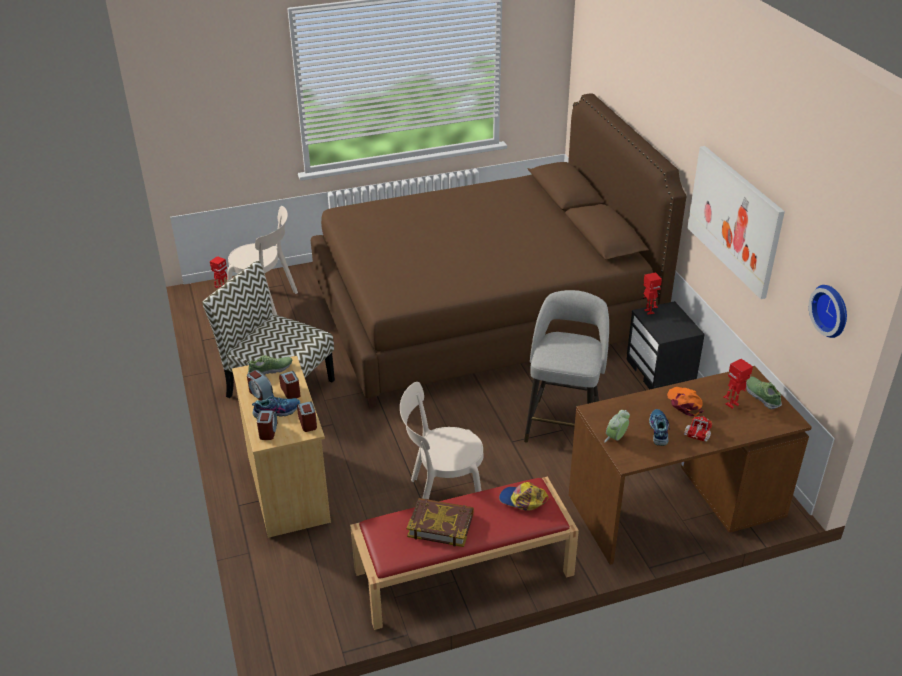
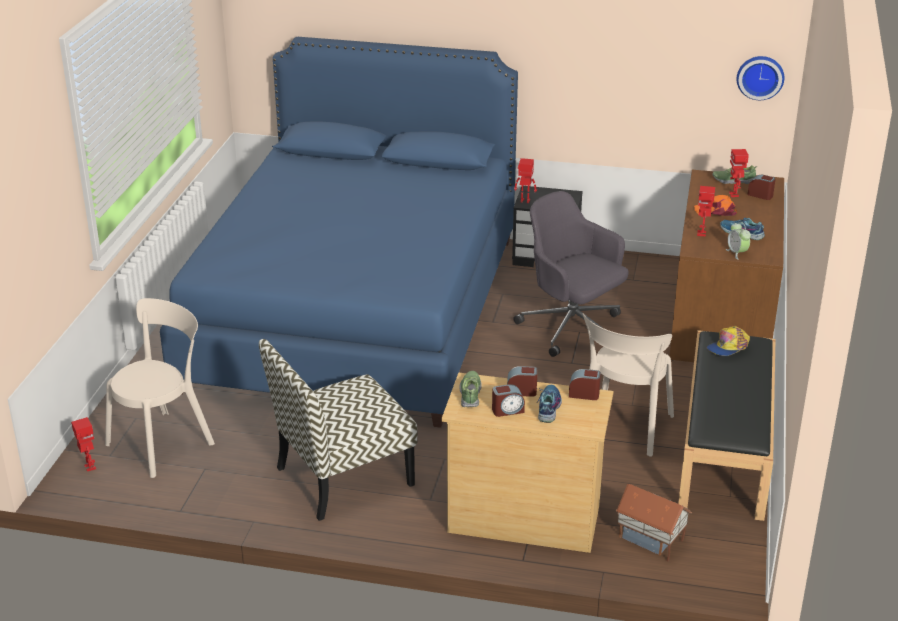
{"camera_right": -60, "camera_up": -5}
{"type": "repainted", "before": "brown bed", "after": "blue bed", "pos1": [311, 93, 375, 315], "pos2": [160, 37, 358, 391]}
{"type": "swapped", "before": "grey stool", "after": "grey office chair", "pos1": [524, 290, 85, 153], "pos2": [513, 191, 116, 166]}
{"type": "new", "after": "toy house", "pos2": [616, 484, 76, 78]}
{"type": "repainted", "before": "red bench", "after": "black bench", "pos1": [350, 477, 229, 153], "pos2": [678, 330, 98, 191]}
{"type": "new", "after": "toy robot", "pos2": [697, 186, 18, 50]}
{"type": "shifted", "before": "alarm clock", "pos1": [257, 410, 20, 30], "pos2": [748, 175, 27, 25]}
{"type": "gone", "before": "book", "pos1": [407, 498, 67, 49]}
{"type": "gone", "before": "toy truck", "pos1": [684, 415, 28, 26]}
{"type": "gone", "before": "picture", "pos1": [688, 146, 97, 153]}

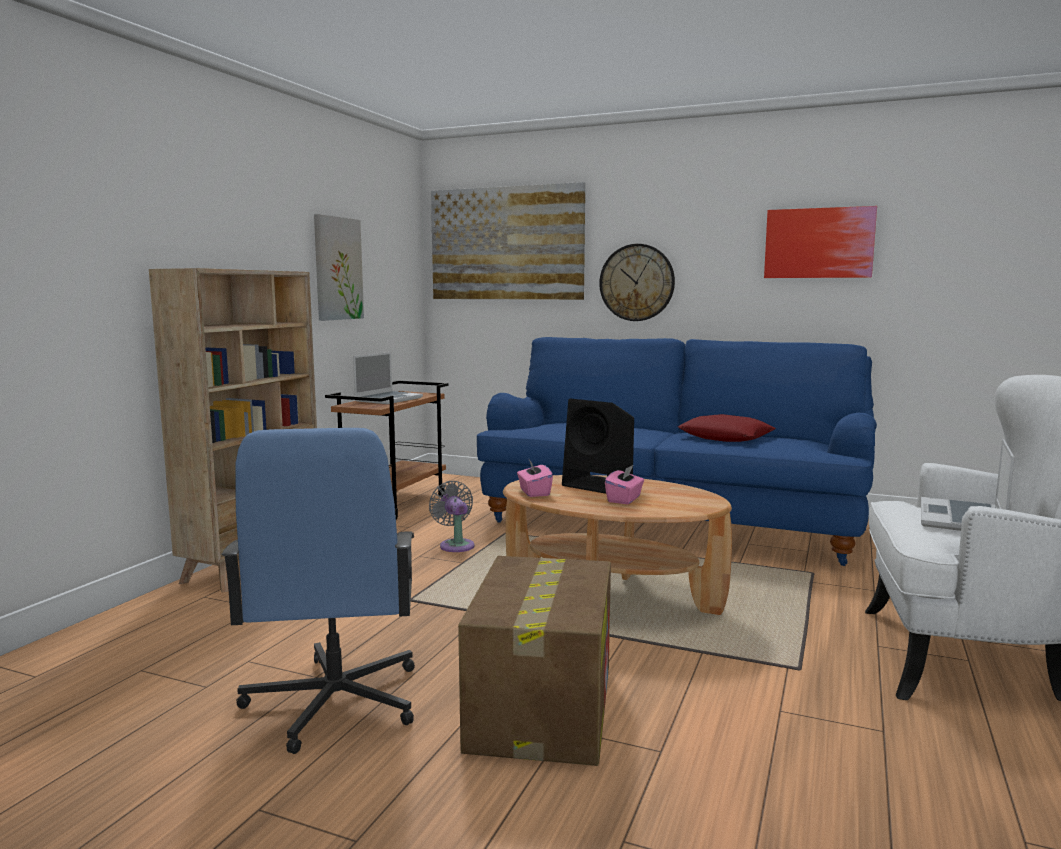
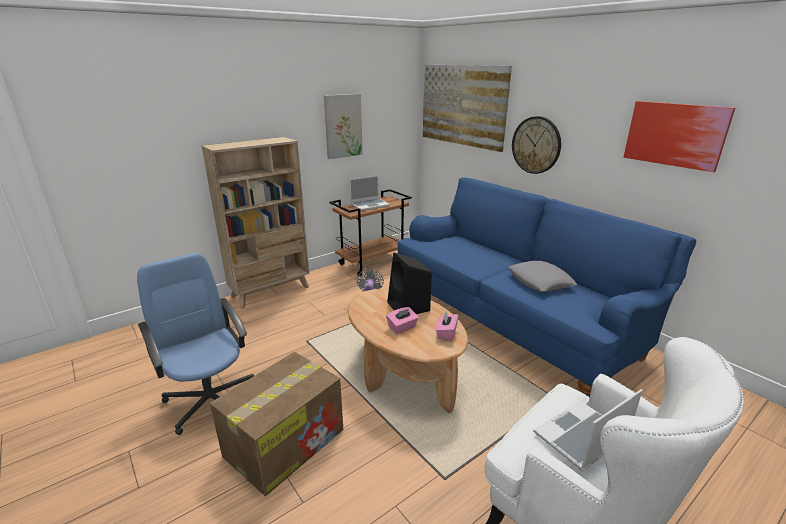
{"camera_right": 30, "camera_up": 15}
{"type": "rotated", "before": "blue office chair", "pos1": [221, 428, 194, 326], "pos2": [137, 253, 117, 182], "turn": 120}
{"type": "shifted", "before": "pink tissue box", "pos1": [517, 460, 36, 37], "pos2": [436, 312, 22, 29]}
{"type": "repainted", "before": "red pillow", "after": "grey pillow", "pos1": [678, 414, 98, 28], "pos2": [508, 261, 69, 31]}

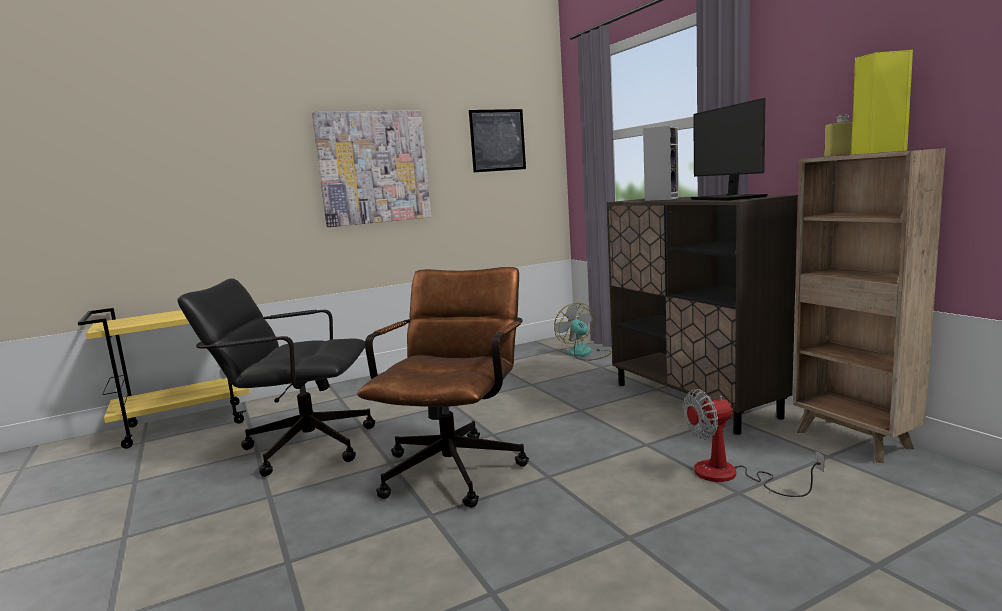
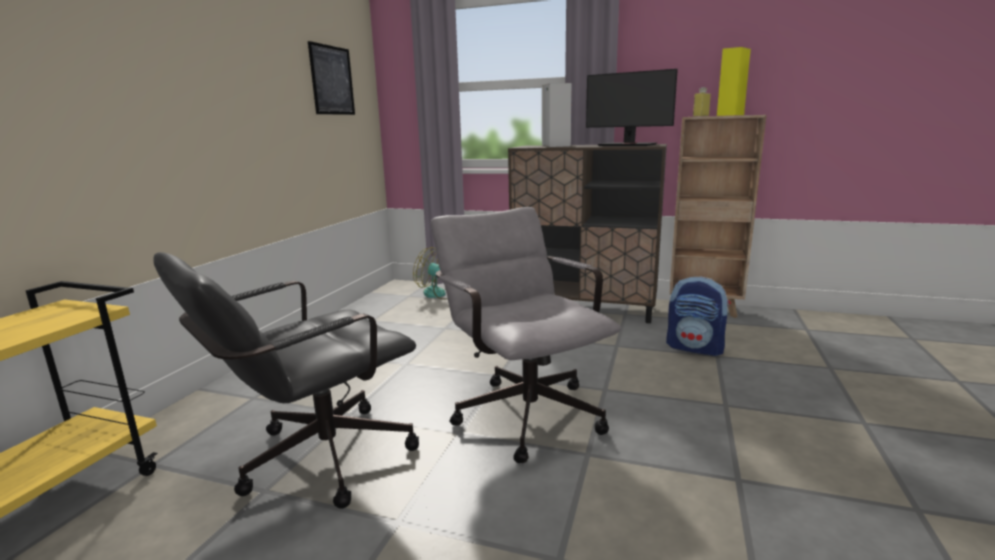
{"camera_right": -45, "camera_up": 5}
{"type": "repainted", "before": "brown office chair", "after": "grey office chair", "pos1": [357, 267, 172, 241], "pos2": [431, 207, 190, 256]}
{"type": "swapped", "before": "fan", "after": "backpack", "pos1": [683, 389, 142, 108], "pos2": [666, 277, 65, 79]}
{"type": "gone", "before": "picture", "pos1": [312, 110, 119, 117]}

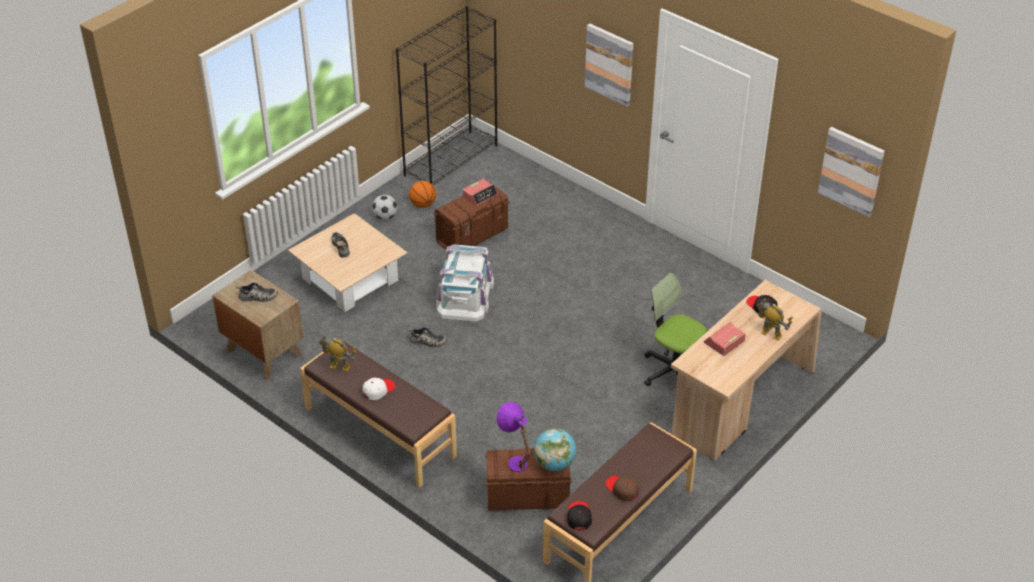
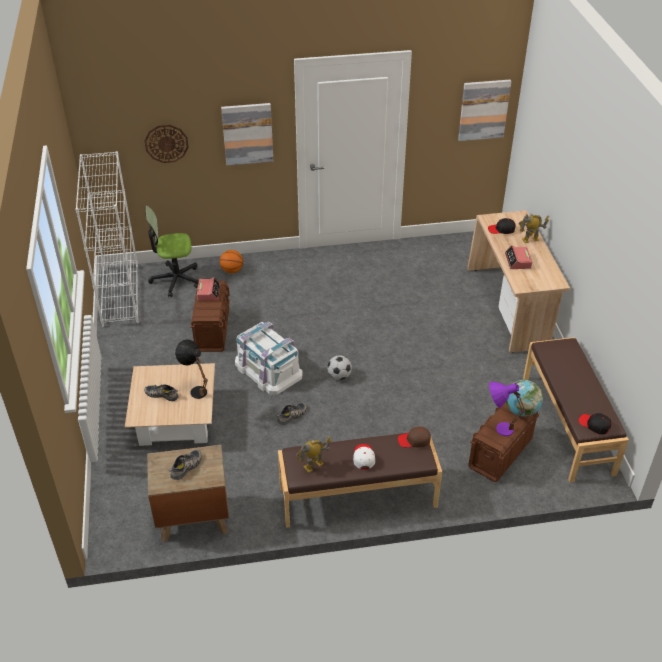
{"camera_right": -50, "camera_up": 0}
{"type": "repainted", "before": "black bookcase", "after": "white bookcase", "pos1": [396, 6, 102, 179], "pos2": [75, 151, 64, 176]}
{"type": "new", "after": "wall clock", "pos2": [145, 125, 44, 38]}
{"type": "shifted", "before": "office chair", "pos1": [644, 273, 63, 113], "pos2": [145, 206, 54, 91]}
{"type": "new", "after": "black table lamp", "pos2": [175, 339, 33, 60]}
{"type": "shifted", "before": "basketball", "pos1": [409, 181, 27, 27], "pos2": [220, 250, 23, 23]}
{"type": "shifted", "before": "football", "pos1": [372, 195, 25, 25], "pos2": [327, 355, 25, 25]}
{"type": "shifted", "before": "brown cap", "pos1": [605, 476, 34, 25], "pos2": [398, 426, 33, 21]}

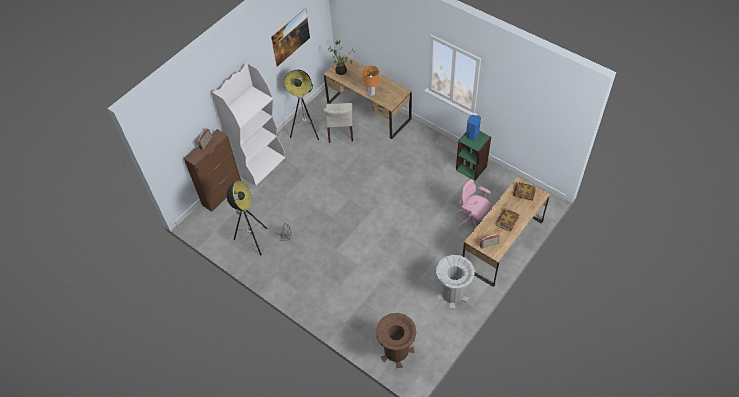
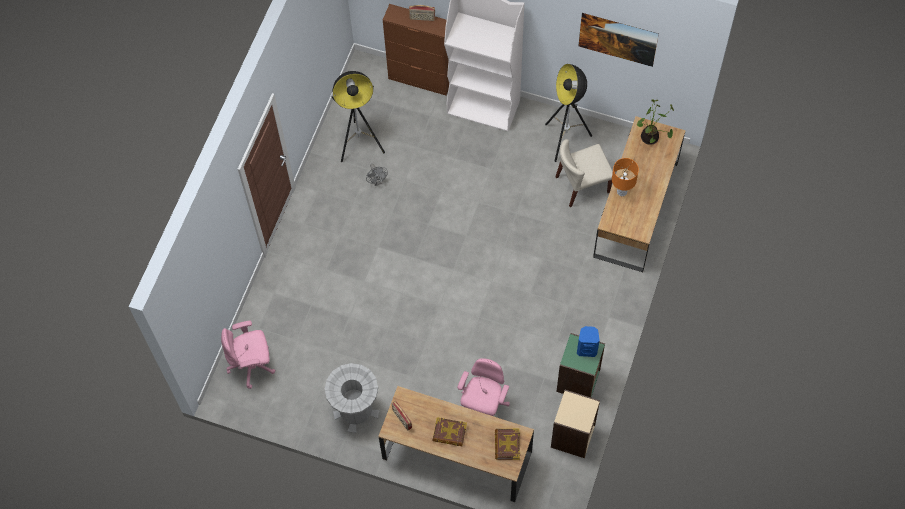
{"camera_right": 70, "camera_up": 10}
{"type": "swapped", "before": "brown trash can", "after": "pink office chair", "pos1": [376, 313, 40, 55], "pos2": [221, 321, 54, 68]}
{"type": "new", "after": "beige bookcase", "pos2": [551, 390, 49, 68]}

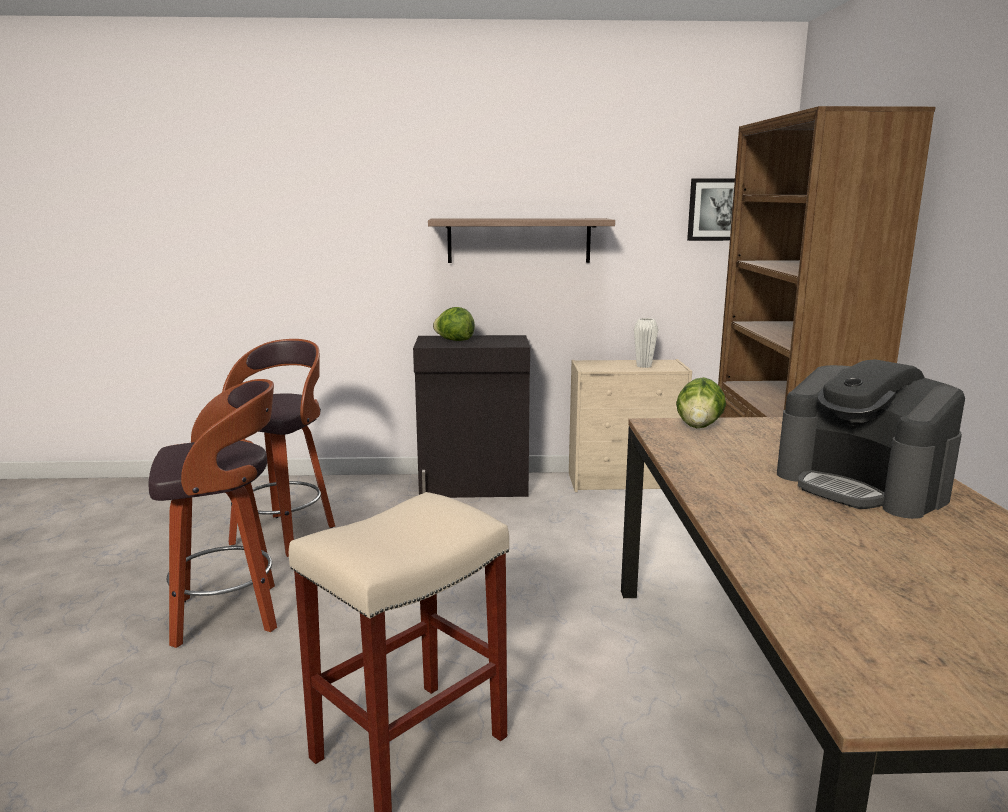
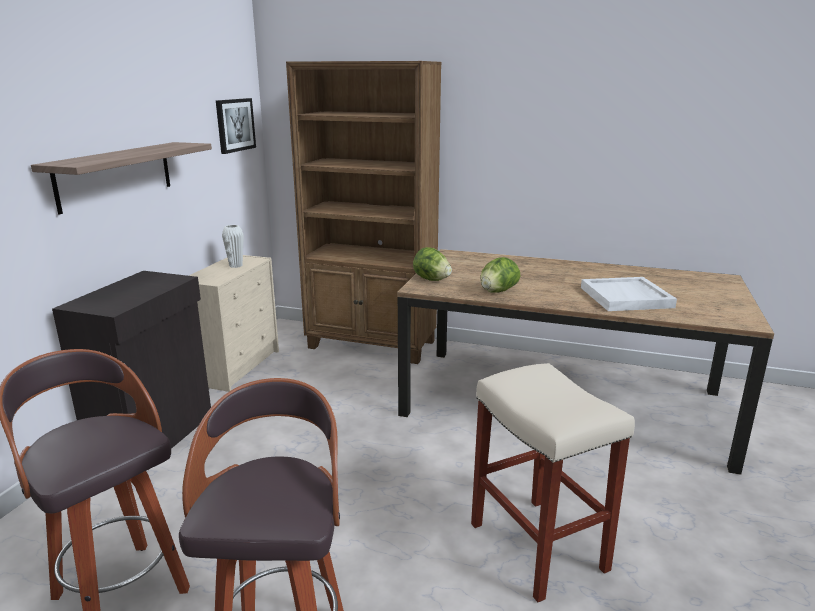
{"camera_right": -70, "camera_up": 5}
{"type": "shifted", "before": "lettuce", "pos1": [433, 307, 42, 34], "pos2": [480, 257, 40, 36]}
{"type": "new", "after": "white tray", "pos2": [581, 277, 96, 34]}
{"type": "gone", "before": "coffee machine", "pos1": [777, 359, 188, 160]}

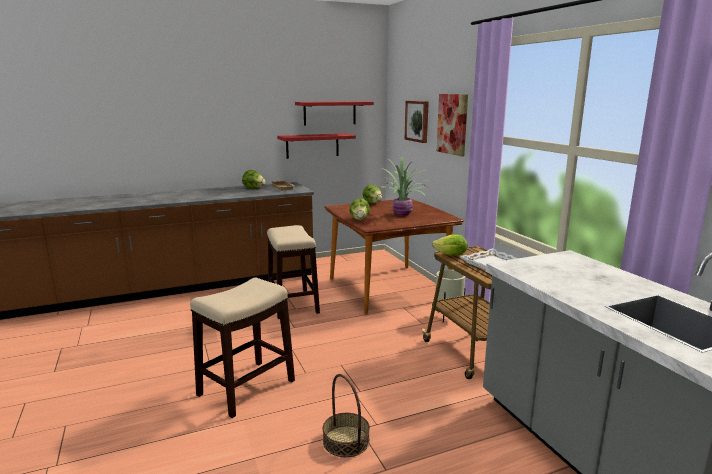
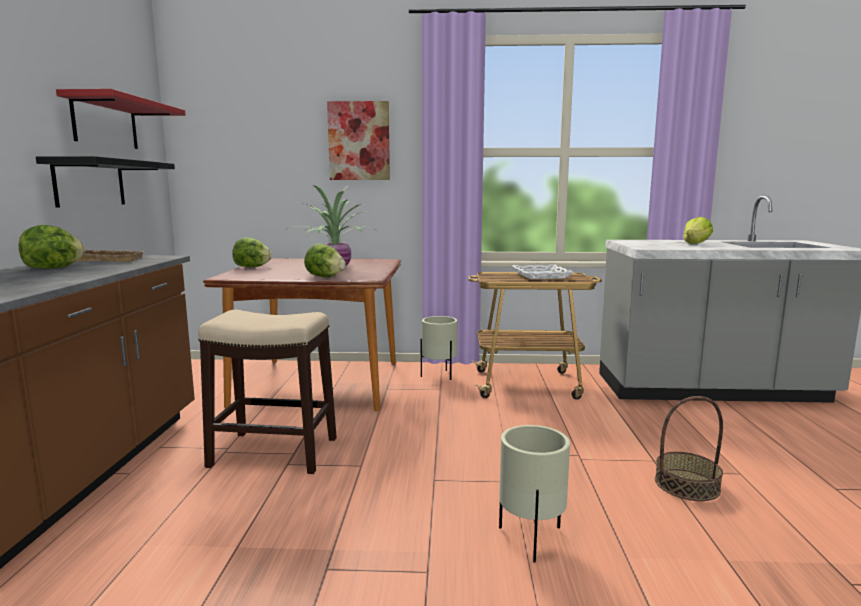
{"camera_right": -65, "camera_up": -5}
{"type": "repainted", "before": "red shelf", "after": "black shelf", "pos1": [277, 133, 79, 26], "pos2": [36, 156, 139, 52]}
{"type": "swapped", "before": "stool", "after": "beige planter", "pos1": [190, 278, 105, 140], "pos2": [499, 425, 71, 137]}
{"type": "shifted", "before": "lettuce", "pos1": [432, 234, 35, 21], "pos2": [683, 217, 30, 27]}
{"type": "gone", "before": "picture", "pos1": [405, 101, 24, 42]}

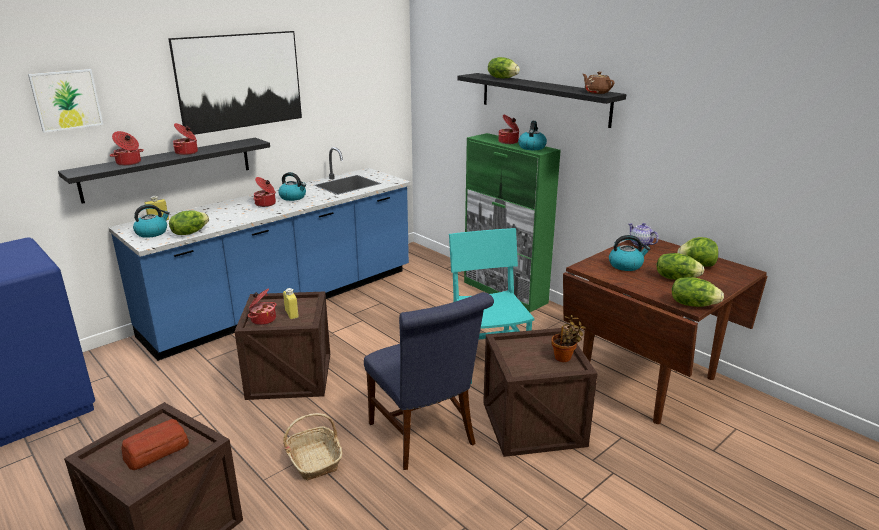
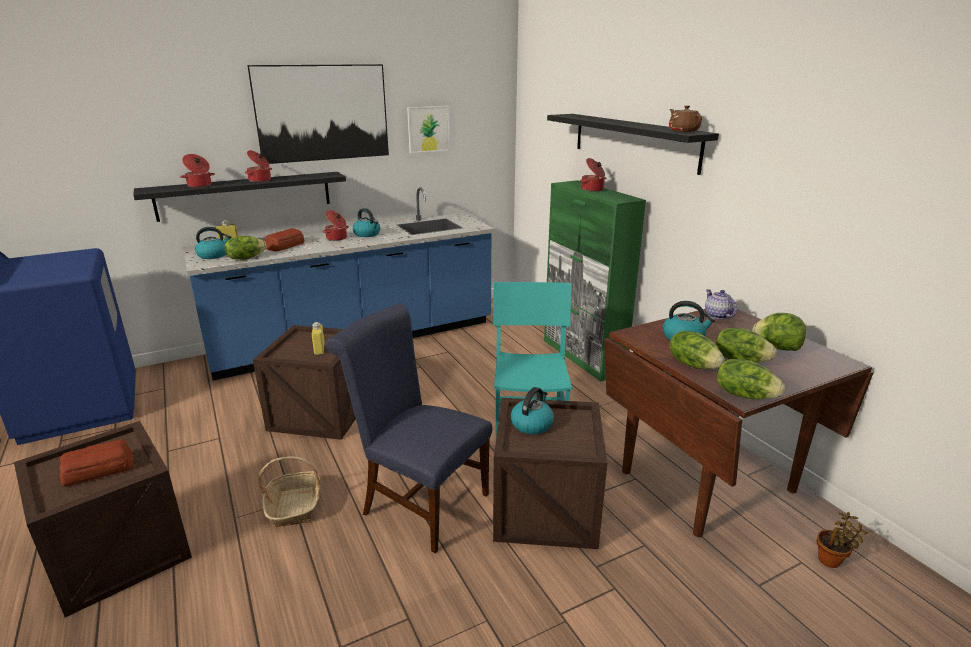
{"camera_right": 15, "camera_up": 0}
{"type": "new", "after": "bread", "pos2": [265, 228, 40, 23]}
{"type": "rotated", "before": "blue chair", "pos1": [364, 292, 130, 178], "pos2": [325, 303, 168, 250], "turn": 135}
{"type": "shifted", "before": "picture", "pos1": [28, 69, 75, 64], "pos2": [407, 106, 43, 47]}
{"type": "shifted", "before": "kettle", "pos1": [518, 121, 29, 29], "pos2": [511, 387, 43, 48]}
{"type": "shifted", "before": "lettuce", "pos1": [488, 57, 32, 21], "pos2": [670, 331, 55, 38]}
{"type": "shifted", "before": "potted plant", "pos1": [552, 315, 34, 47], "pos2": [817, 512, 51, 56]}
{"type": "gone", "before": "cooking pot", "pos1": [248, 288, 29, 37]}

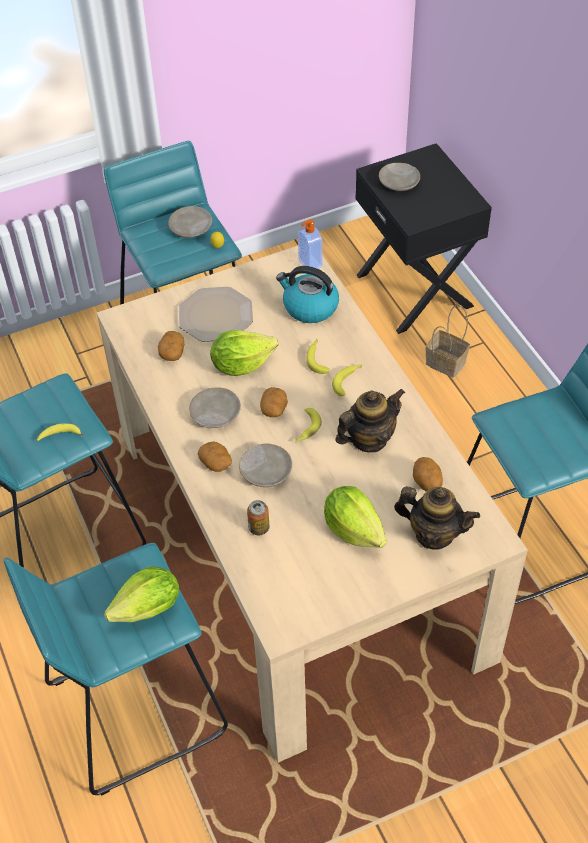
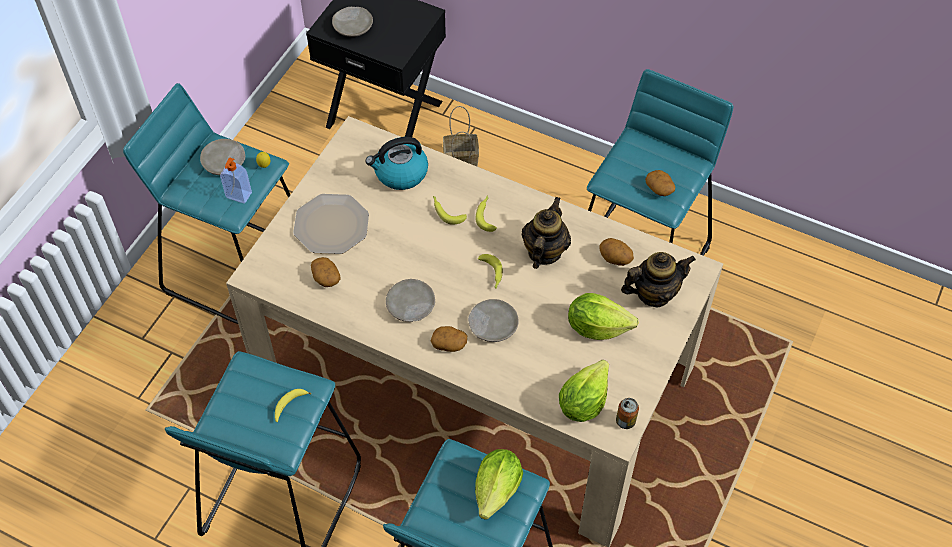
{"camera_right": -40, "camera_up": 5}
{"type": "shifted", "before": "soap dispenser", "pos1": [298, 219, 25, 50], "pos2": [220, 157, 32, 47]}
{"type": "shifted", "before": "lettuce", "pos1": [210, 330, 68, 46], "pos2": [559, 360, 50, 62]}
{"type": "shifted", "before": "can", "pos1": [247, 500, 22, 35], "pos2": [616, 398, 23, 31]}
{"type": "shifted", "before": "potato", "pos1": [260, 387, 28, 30], "pos2": [645, 170, 30, 26]}

